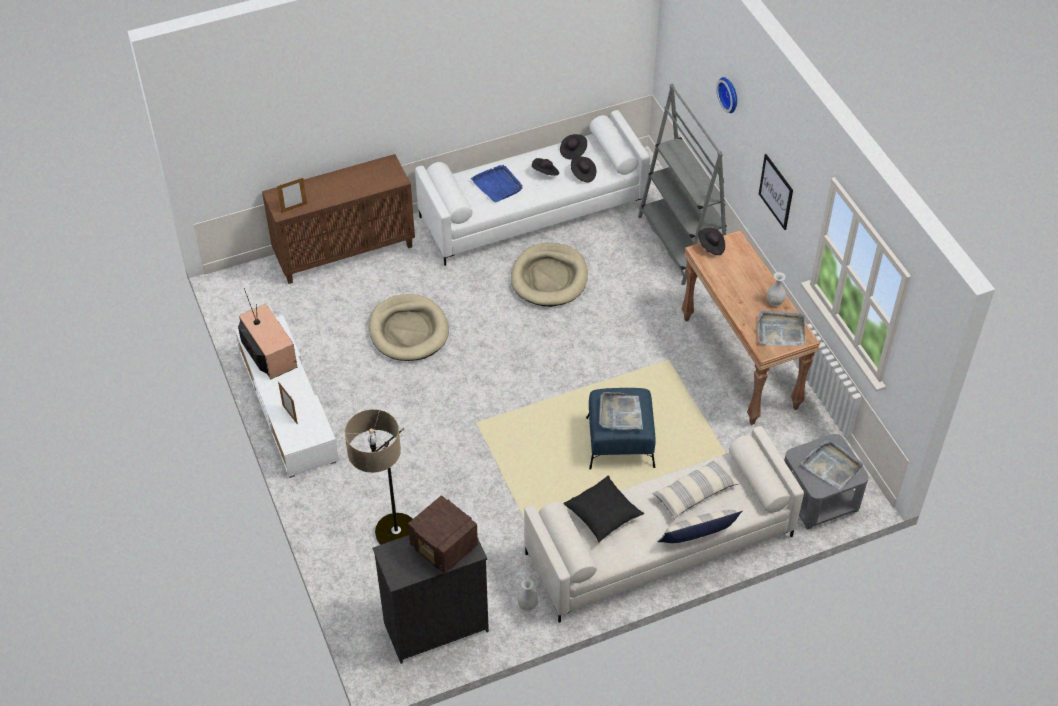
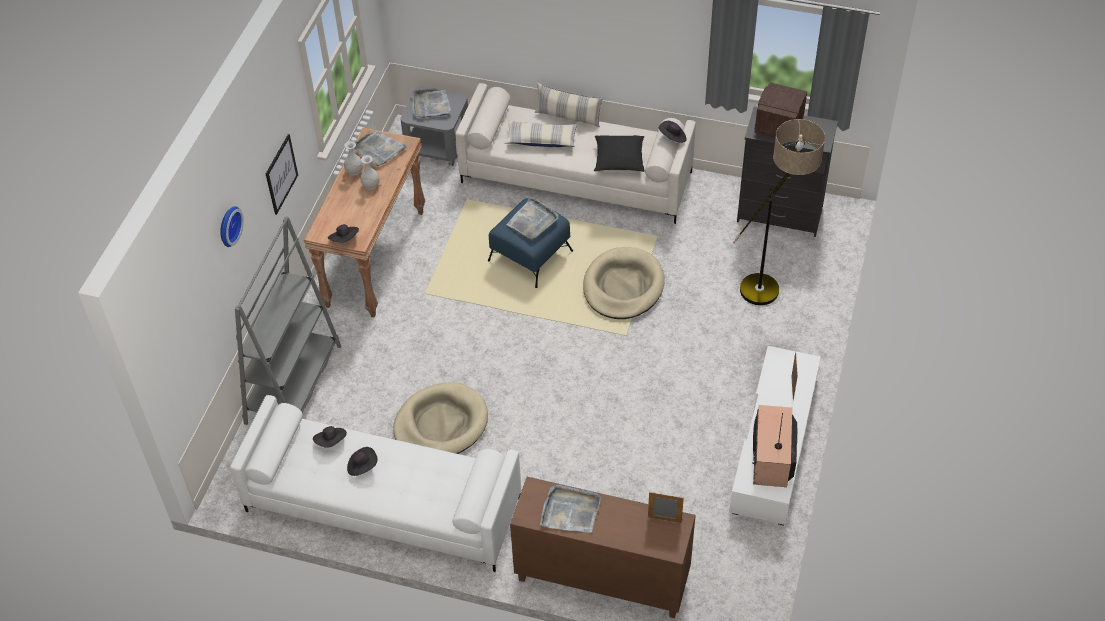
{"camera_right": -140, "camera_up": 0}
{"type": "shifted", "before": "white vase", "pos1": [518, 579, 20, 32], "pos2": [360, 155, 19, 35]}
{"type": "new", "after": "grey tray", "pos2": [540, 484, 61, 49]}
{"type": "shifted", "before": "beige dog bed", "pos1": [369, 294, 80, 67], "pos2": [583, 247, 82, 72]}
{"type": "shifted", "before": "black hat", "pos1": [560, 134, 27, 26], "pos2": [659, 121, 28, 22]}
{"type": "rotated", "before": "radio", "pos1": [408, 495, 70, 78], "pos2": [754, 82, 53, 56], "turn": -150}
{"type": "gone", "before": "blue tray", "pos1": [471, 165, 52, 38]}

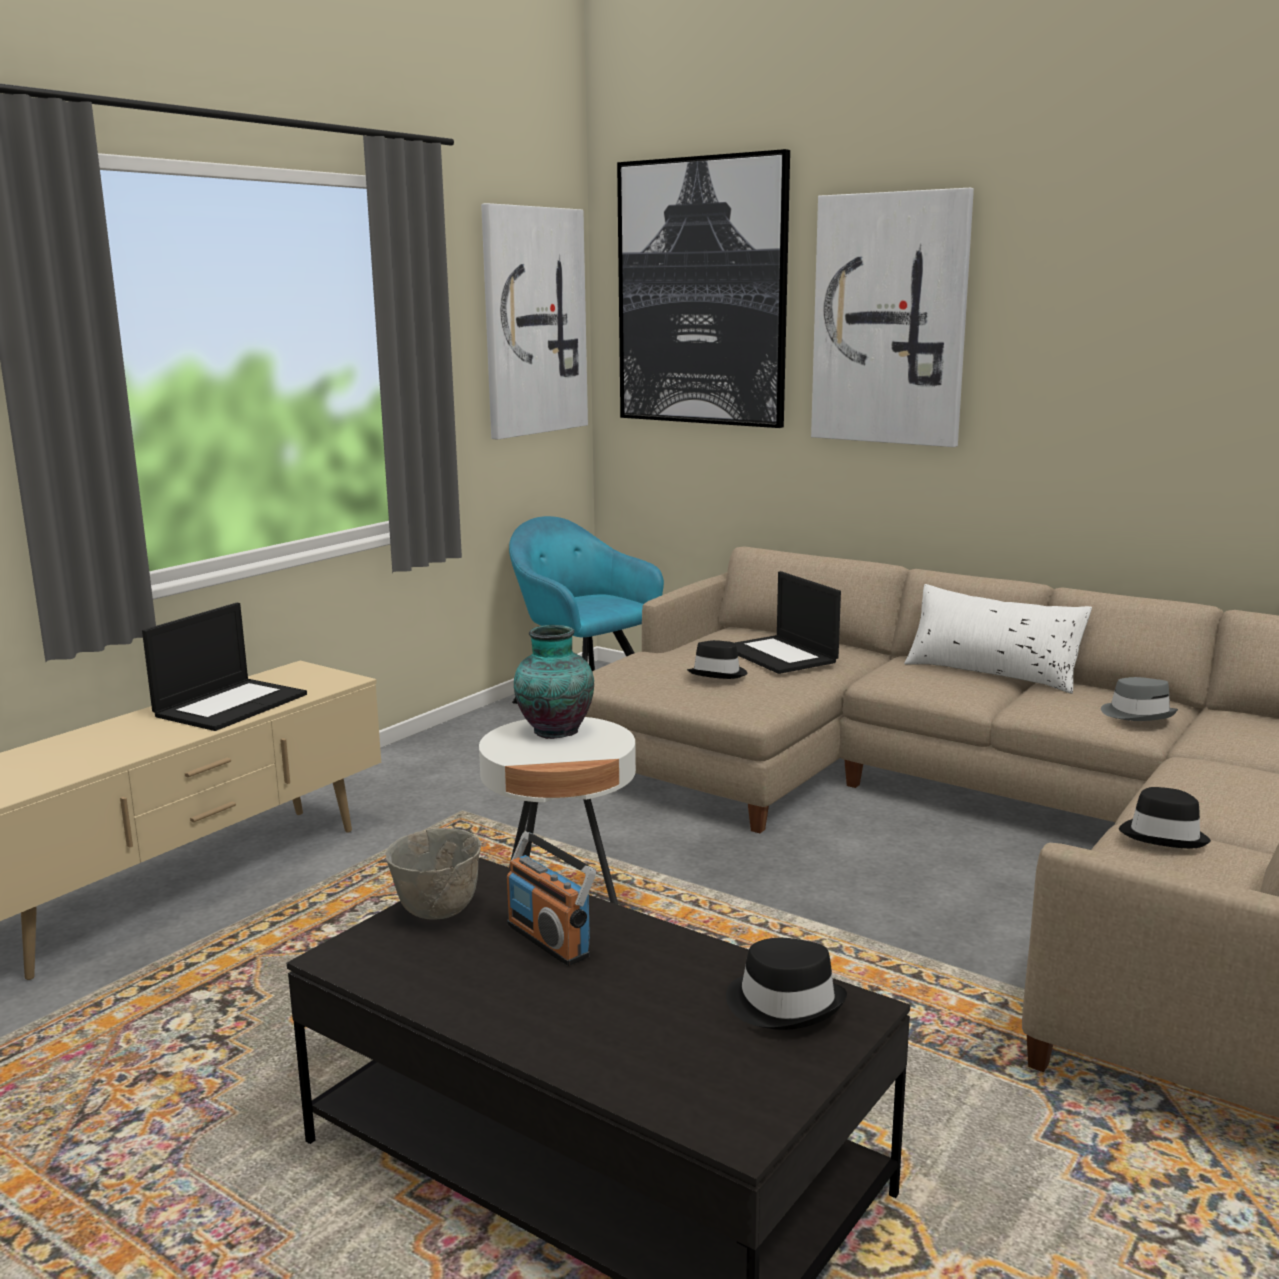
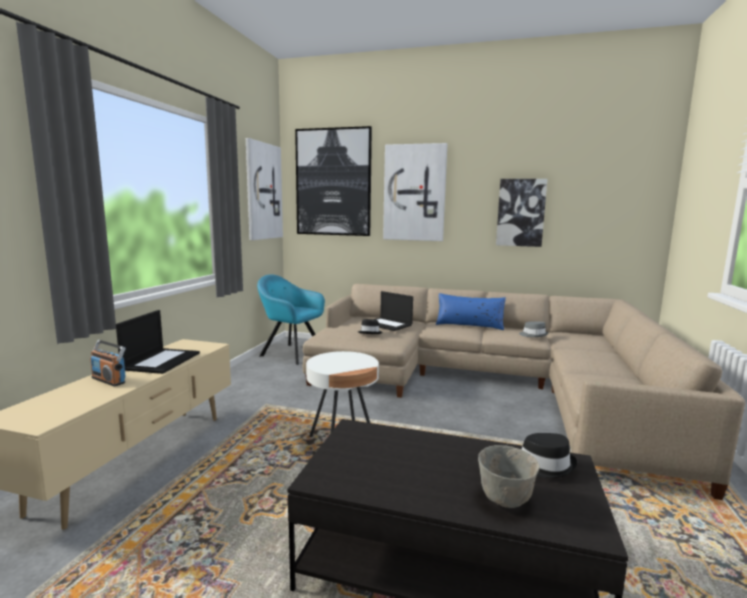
{"camera_right": -20, "camera_up": -5}
{"type": "shifted", "before": "radio", "pos1": [507, 831, 89, 135], "pos2": [90, 340, 36, 47]}
{"type": "repainted", "before": "white pillow", "after": "blue pillow", "pos1": [904, 584, 188, 110], "pos2": [436, 293, 70, 37]}
{"type": "shifted", "before": "grey bowl", "pos1": [386, 828, 96, 92], "pos2": [478, 445, 62, 63]}
{"type": "new", "after": "picture", "pos2": [496, 179, 51, 68]}
{"type": "gone", "before": "vase", "pos1": [514, 625, 80, 114]}
{"type": "gone", "before": "black hat", "pos1": [1119, 787, 92, 62]}

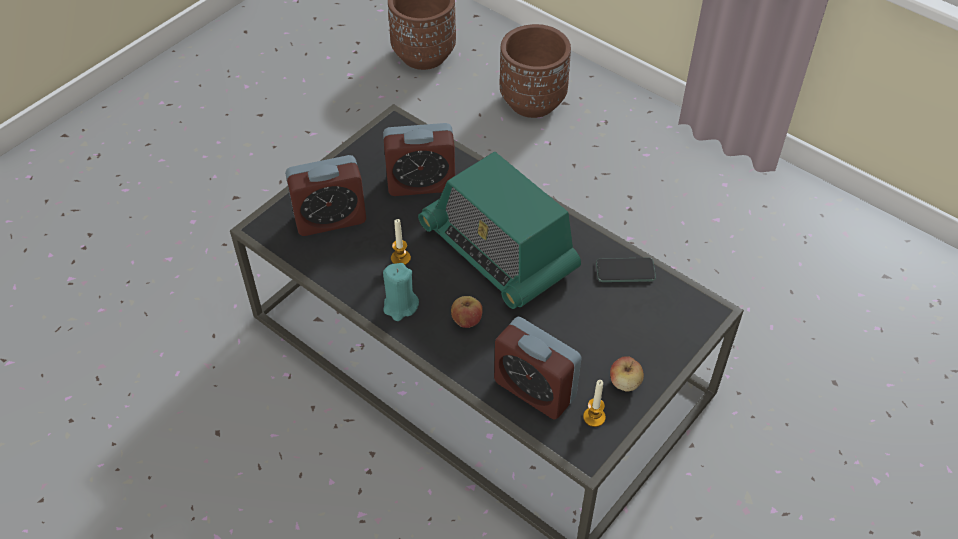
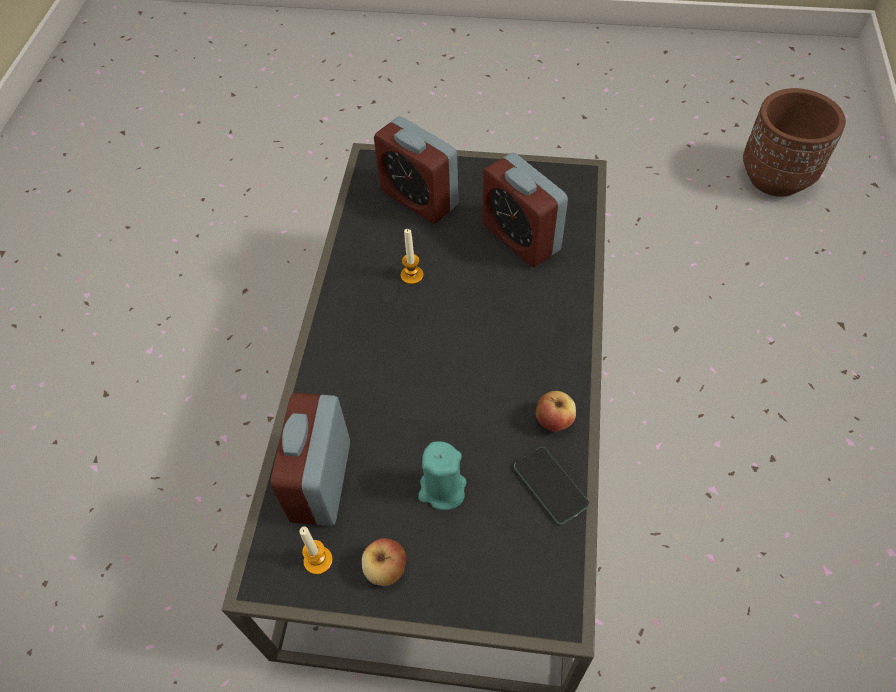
{"camera_right": 60, "camera_up": 5}
{"type": "shifted", "before": "turquoise candle", "pos1": [383, 263, 36, 58], "pos2": [418, 441, 49, 69]}
{"type": "shifted", "before": "apple", "pos1": [451, 296, 32, 32], "pos2": [535, 391, 41, 41]}
{"type": "gone", "before": "radio", "pos1": [418, 151, 163, 158]}
{"type": "gone", "before": "brown planter", "pos1": [500, 24, 71, 94]}

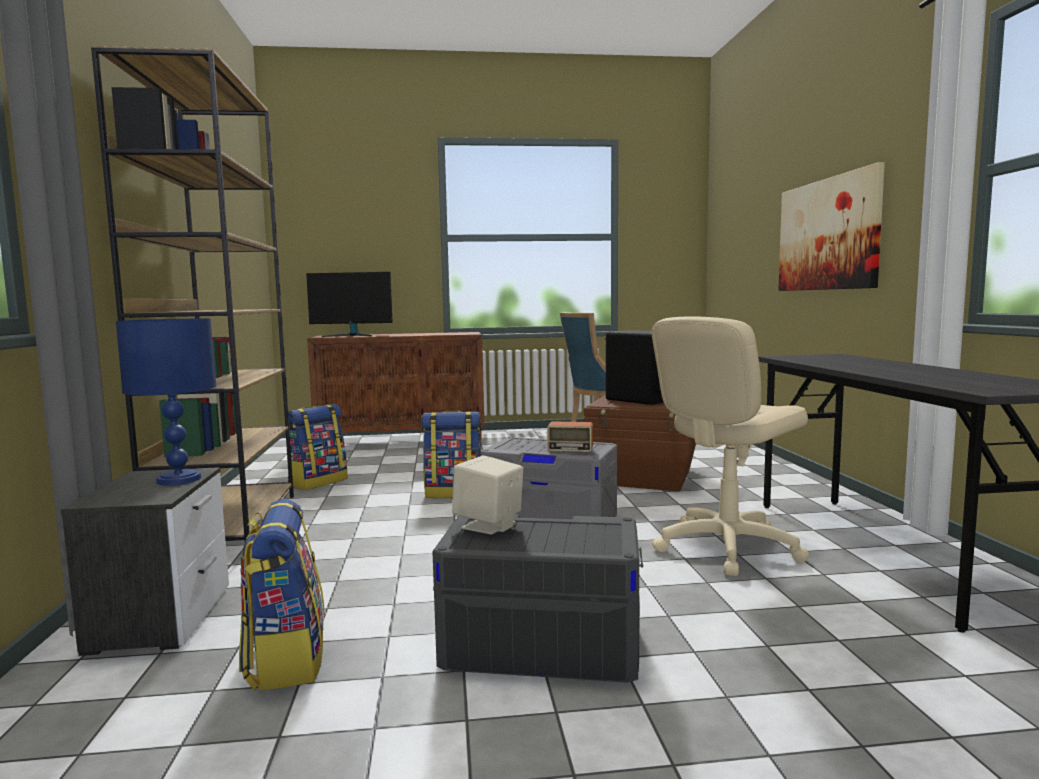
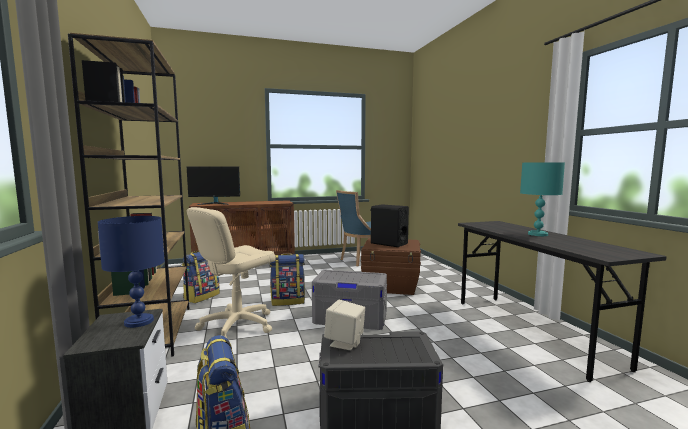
{"camera_right": -10, "camera_up": 0}
{"type": "shifted", "before": "beige office chair", "pos1": [652, 316, 157, 260], "pos2": [186, 207, 90, 131]}
{"type": "new", "after": "turquoise table lamp", "pos2": [520, 162, 45, 74]}
{"type": "gone", "before": "radio", "pos1": [511, 421, 82, 31]}
{"type": "gone", "before": "picture", "pos1": [778, 162, 107, 129]}

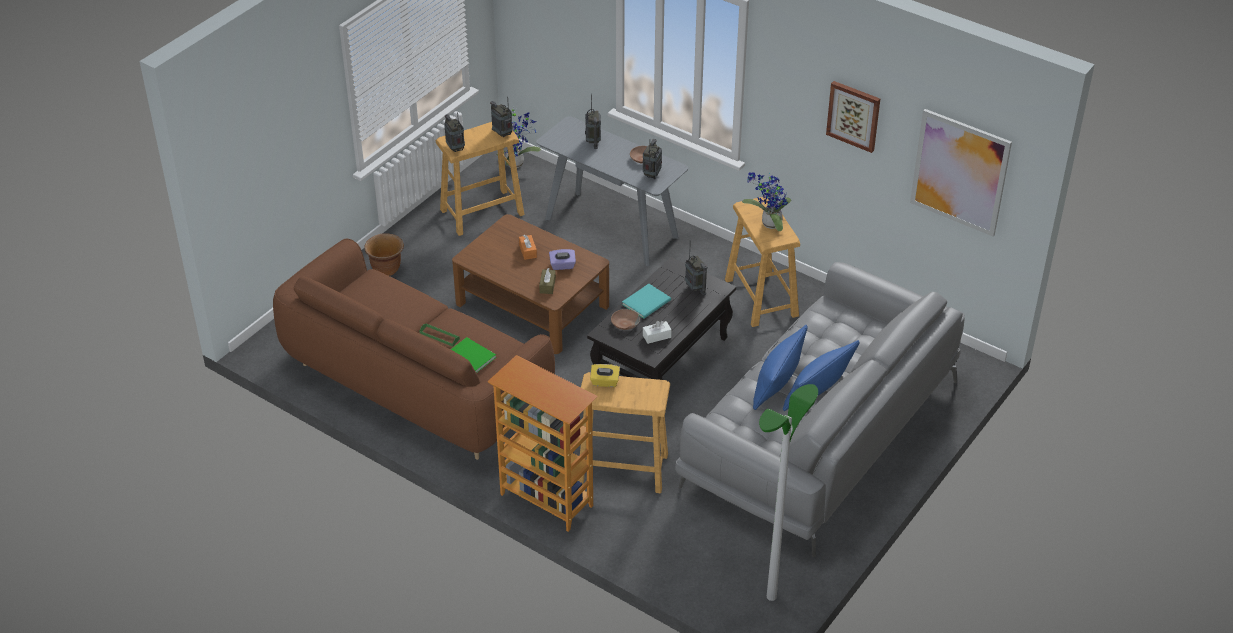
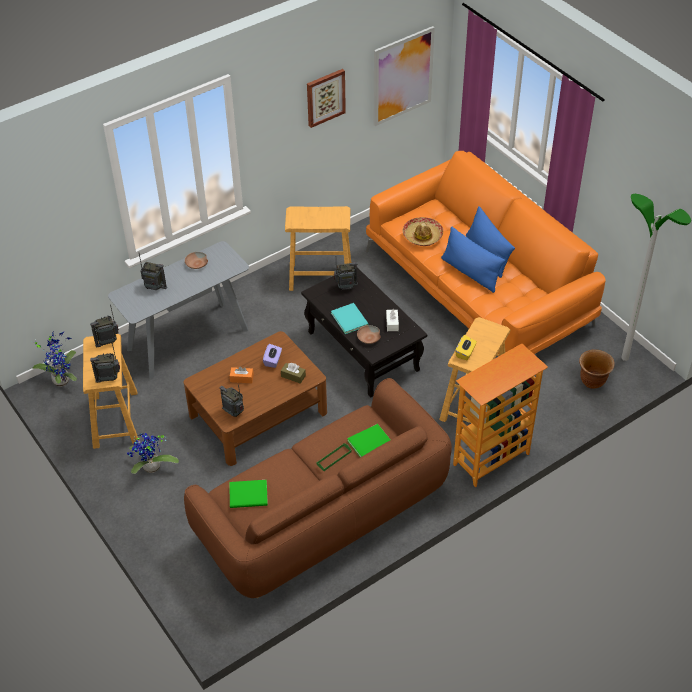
{"camera_right": -70, "camera_up": 5}
{"type": "shifted", "before": "potted plant", "pos1": [742, 172, 49, 59], "pos2": [127, 433, 52, 41]}
{"type": "shifted", "before": "radio", "pos1": [643, 139, 19, 40], "pos2": [220, 385, 24, 32]}
{"type": "new", "after": "green book", "pos2": [230, 480, 38, 28]}
{"type": "repainted", "before": "grey sofa", "after": "orange sofa", "pos1": [675, 262, 290, 295], "pos2": [366, 151, 240, 203]}
{"type": "new", "after": "hat", "pos2": [402, 217, 41, 29]}
{"type": "shifted", "before": "brown planter", "pos1": [364, 233, 40, 43], "pos2": [579, 349, 36, 40]}

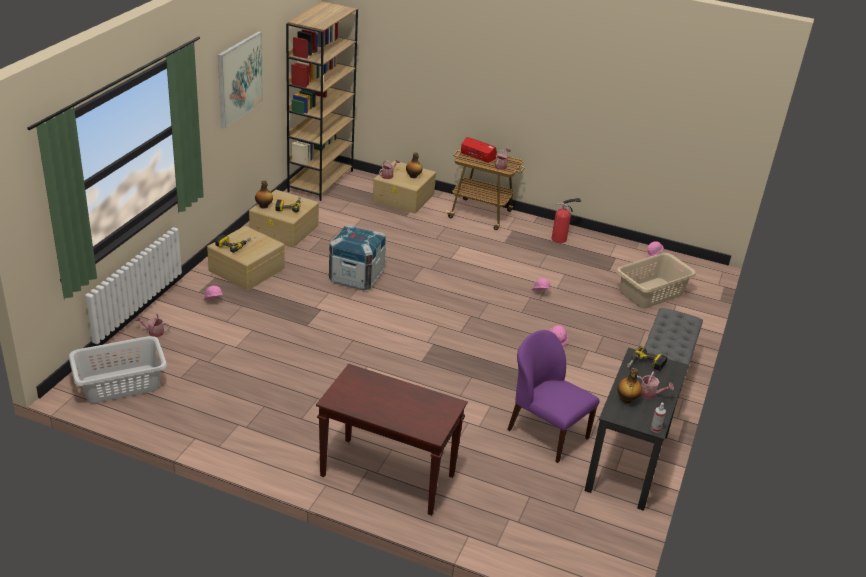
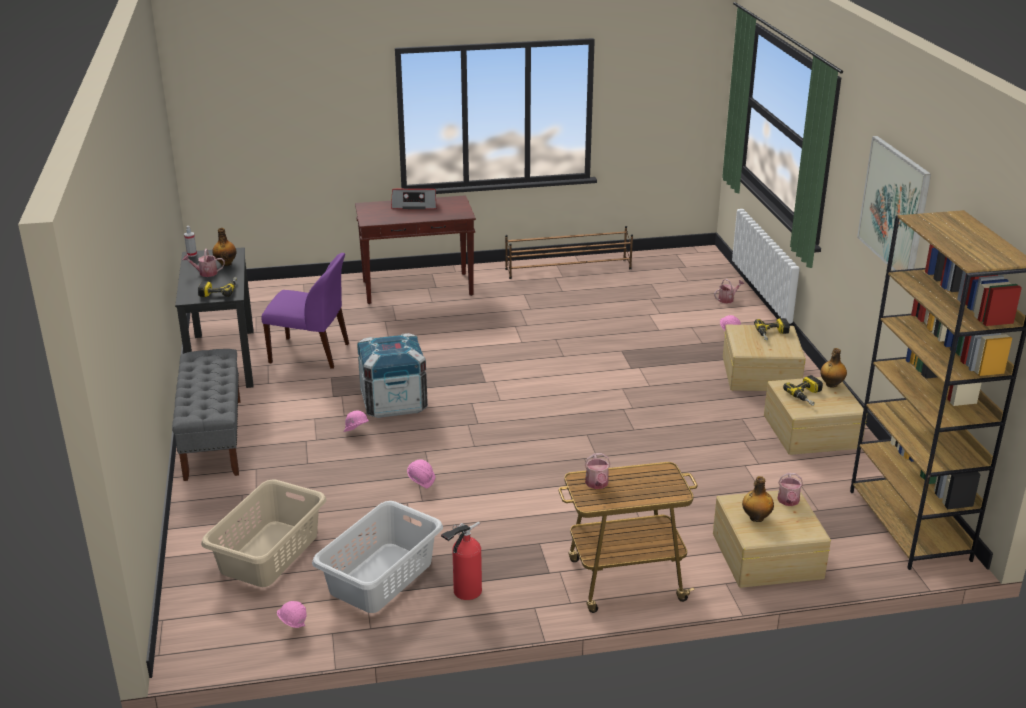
{"camera_right": 150, "camera_up": -5}
{"type": "shifted", "before": "grey laundry basket", "pos1": [69, 336, 98, 67], "pos2": [312, 501, 131, 112]}
{"type": "shifted", "before": "crate", "pos1": [329, 225, 57, 66], "pos2": [357, 333, 71, 85]}
{"type": "shifted", "before": "radio", "pos1": [461, 137, 36, 26], "pos2": [391, 189, 46, 20]}
{"type": "new", "after": "brown shoe rack", "pos2": [505, 226, 128, 53]}

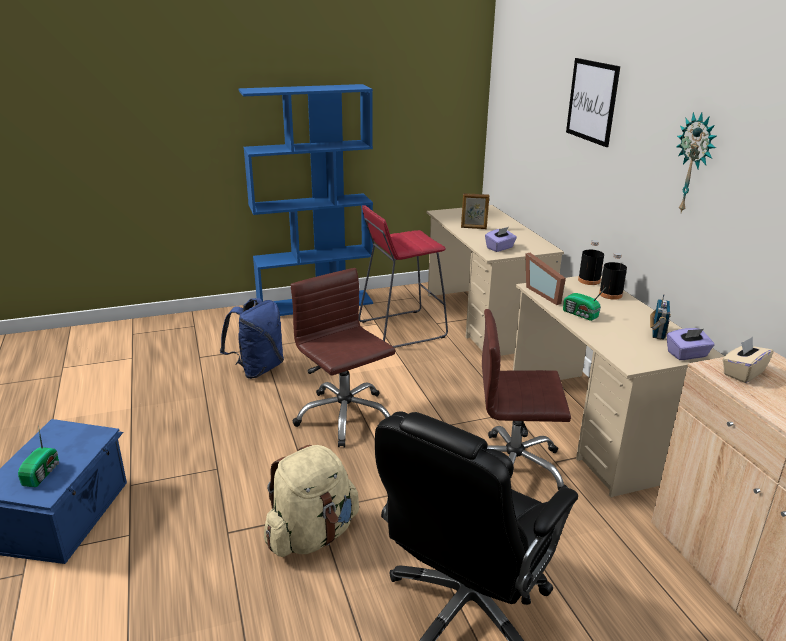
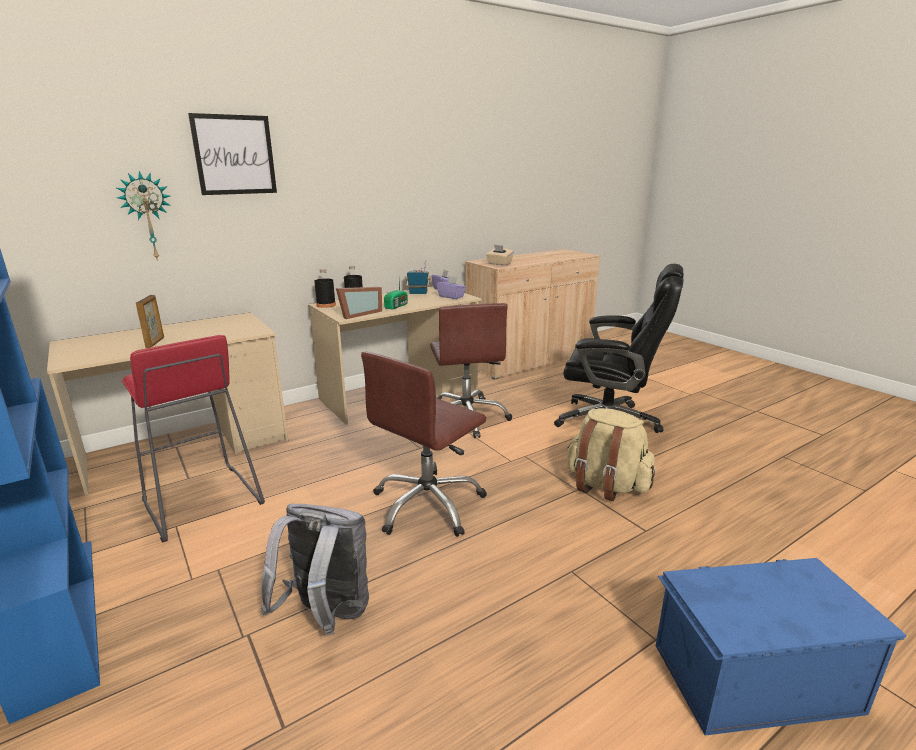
{"camera_right": -105, "camera_up": -5}
{"type": "shifted", "before": "wall clock", "pos1": [676, 112, 40, 101], "pos2": [117, 171, 54, 90]}
{"type": "repainted", "before": "blue backpack", "after": "grey backpack", "pos1": [220, 298, 64, 81], "pos2": [261, 504, 108, 132]}
{"type": "shifted", "before": "purple tissue box", "pos1": [485, 227, 32, 25], "pos2": [436, 276, 30, 23]}
{"type": "gone", "before": "radio", "pos1": [18, 426, 41, 61]}

